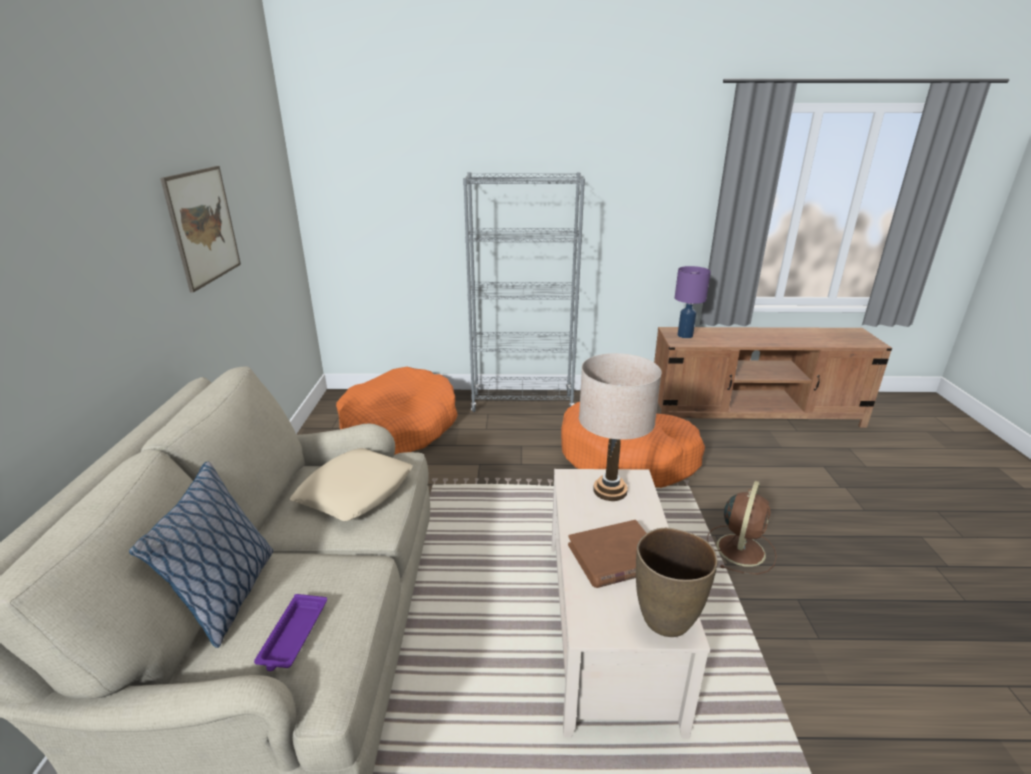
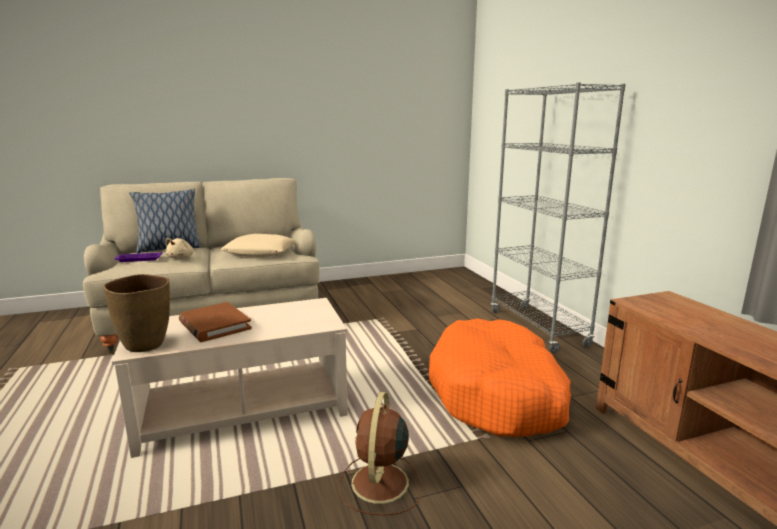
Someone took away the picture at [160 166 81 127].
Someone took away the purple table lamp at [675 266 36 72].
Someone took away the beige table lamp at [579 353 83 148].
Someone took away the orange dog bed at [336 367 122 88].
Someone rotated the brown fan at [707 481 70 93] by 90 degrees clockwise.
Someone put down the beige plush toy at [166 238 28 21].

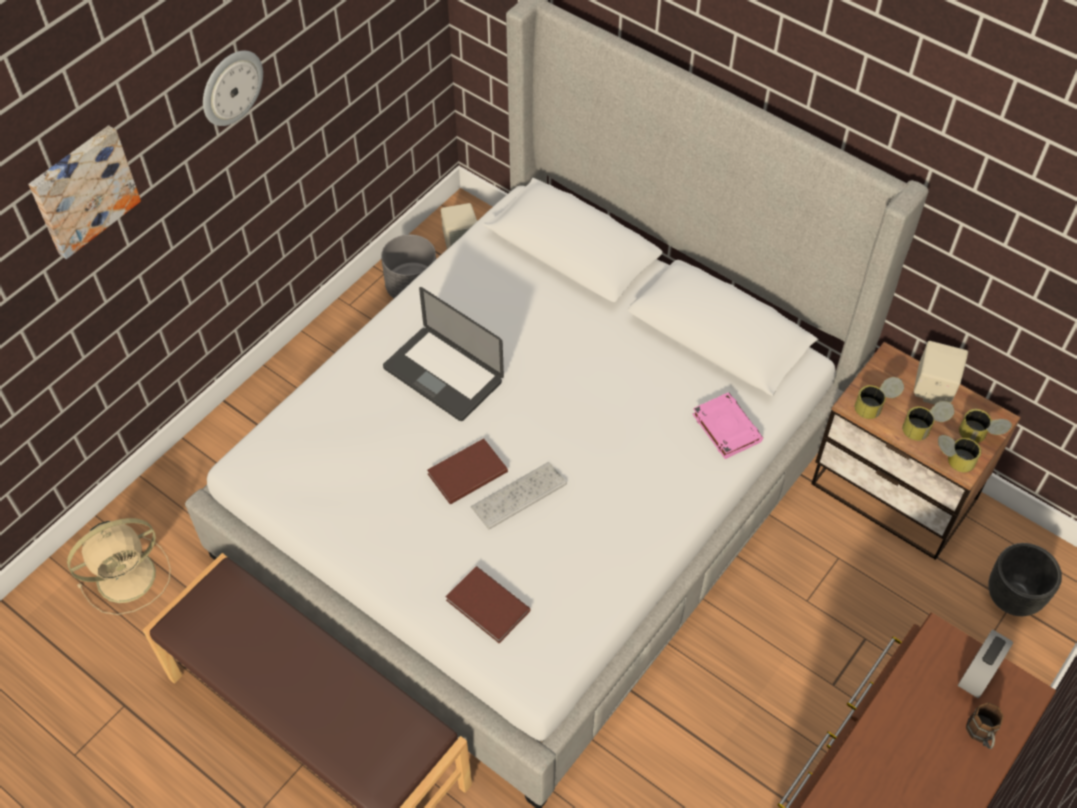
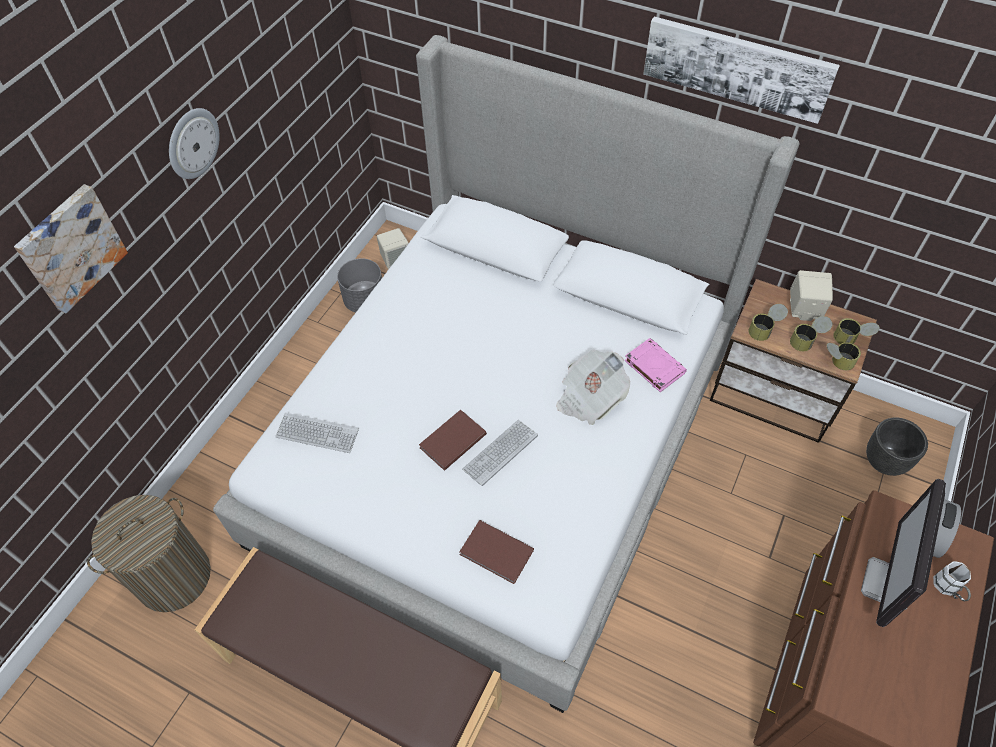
Someone took away the laptop at [383 287 121 134].
Someone swapped the beige fan at [67 518 104 97] for the laundry basket at [87 495 124 117].
Someone repainted the brown mug at [966 703 38 46], which became the white mug at [933 561 38 40].
Someone put up the picture at [643 16 197 108].
Someone put down the newspaper at [556 349 74 76].
Someone put down the keyboard at [275 413 84 40].
Someone put down the monitor at [861 479 85 148].

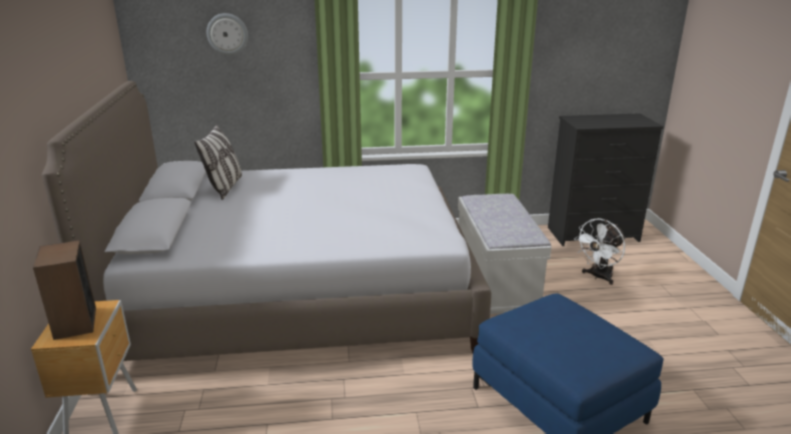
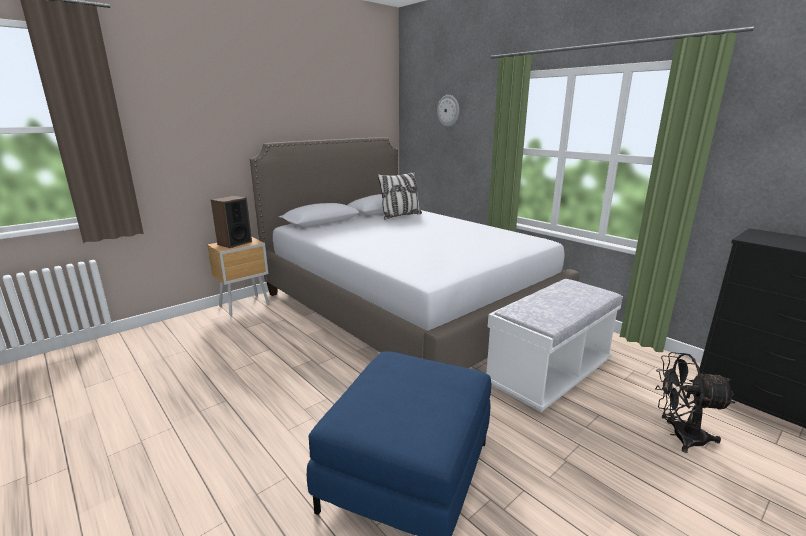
Someone repainted the white fan at [574 218 51 67], which became the black fan at [655 352 80 101].

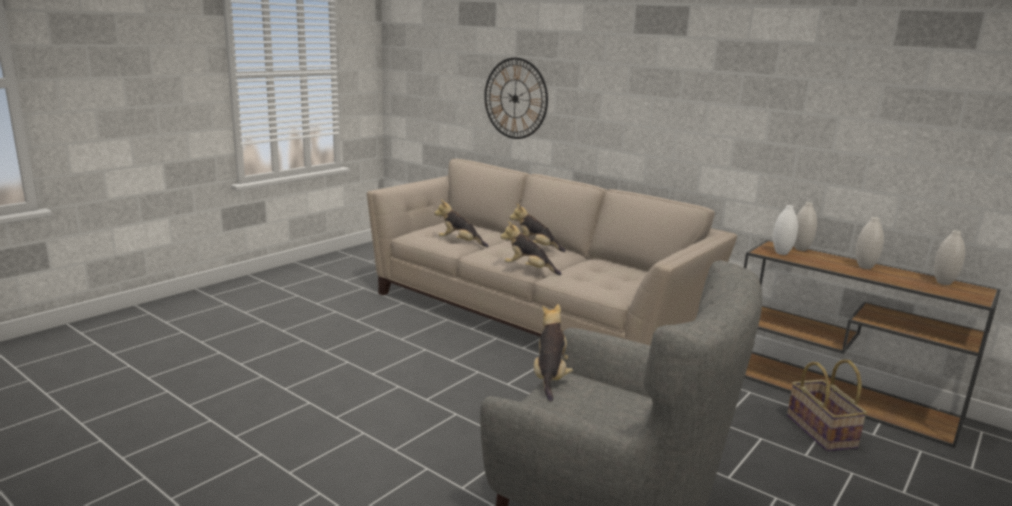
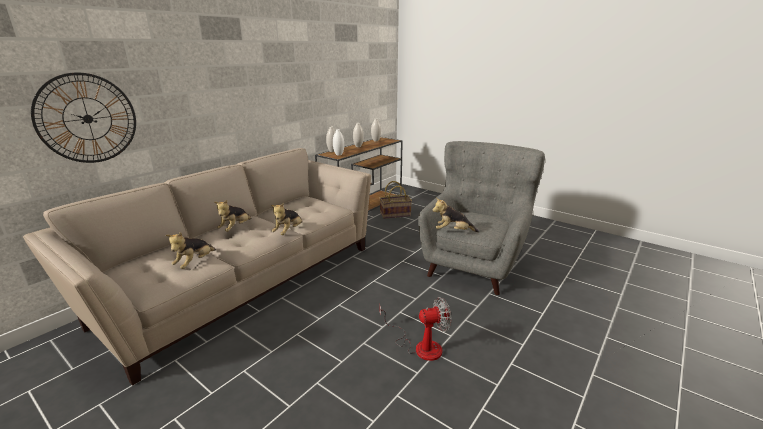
Someone put down the fan at [379 297 72 64].

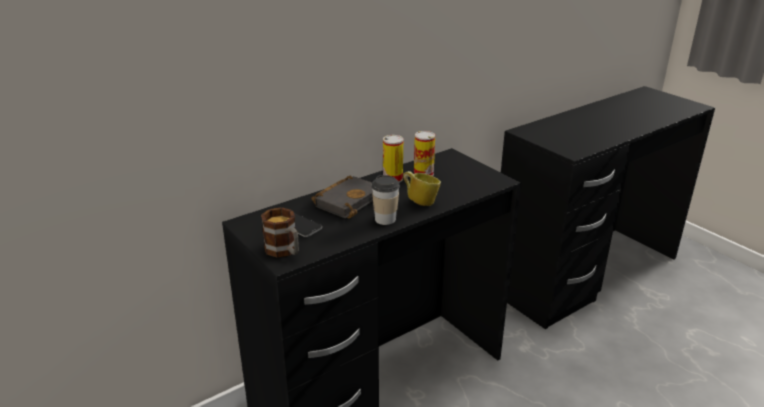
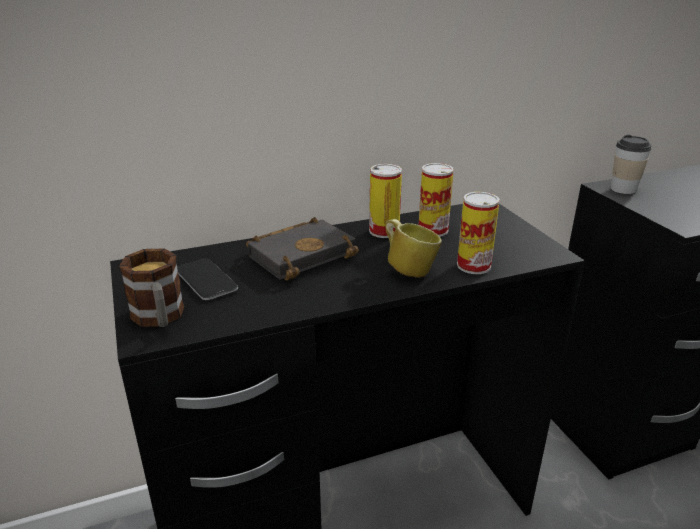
Someone carried the cup from [371 175 29 50] to [611 135 41 59].
Someone put down the can at [457 192 43 82].

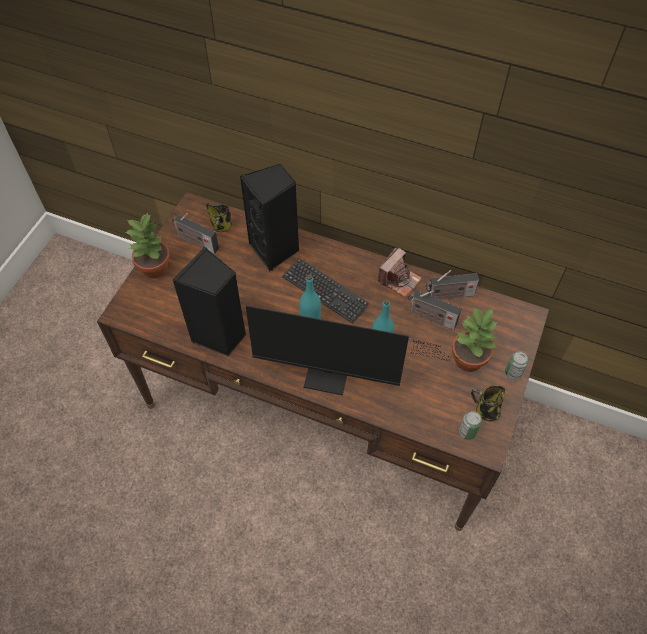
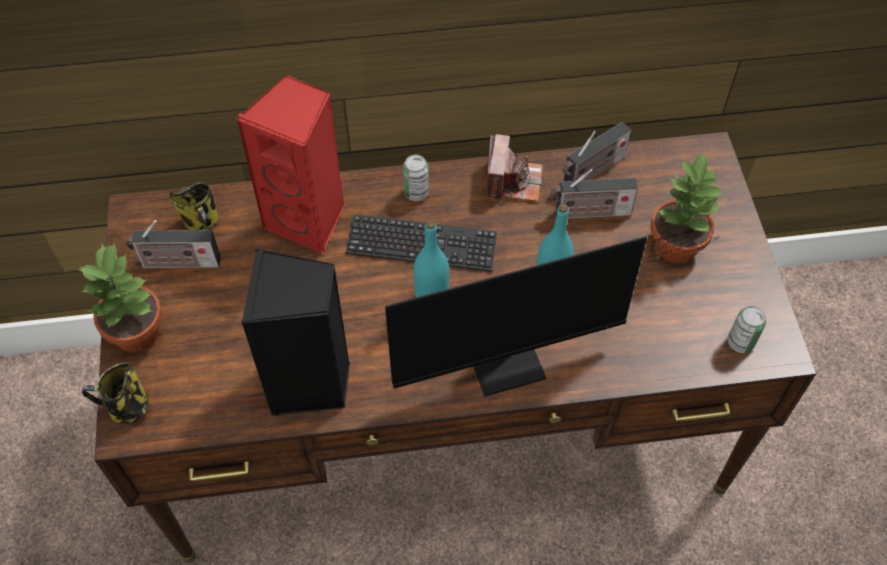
Someone repainted the black speaker at [240 164 60 107], which became the red speaker at [236 75 109 179].
Someone carried the can from [505 351 23 29] to [403 155 26 46].
Someone carried the mug from [471 385 34 37] to [82 362 67 62].

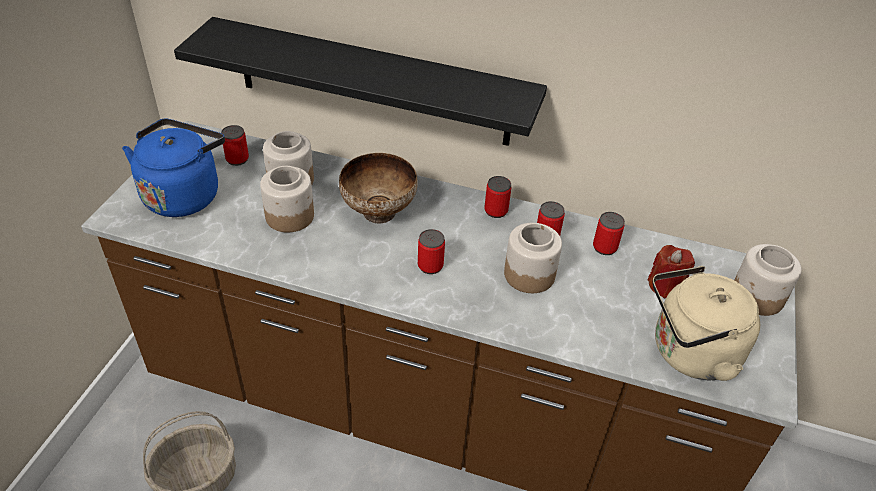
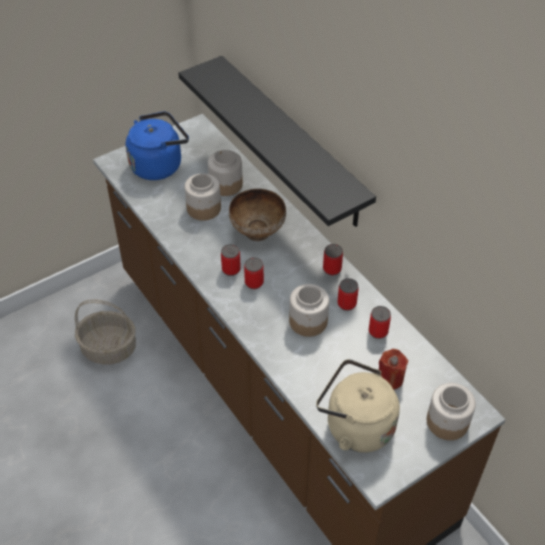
Someone carried the can from [221 125 28 41] to [221 244 20 32].

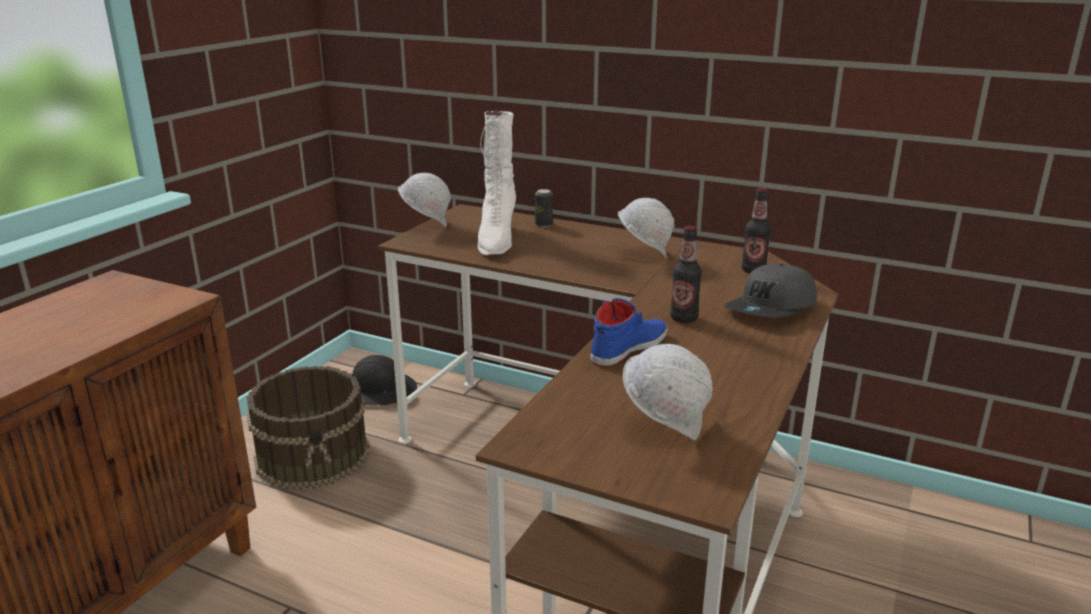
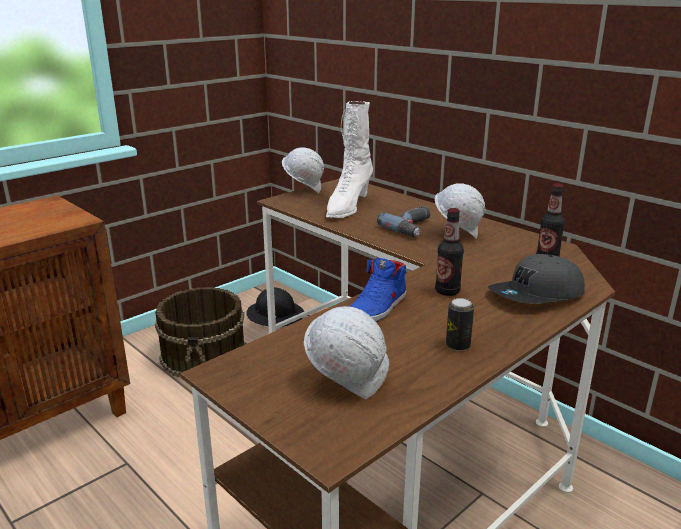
Someone carried the can from [535 189 18 38] to [446 298 28 53].
Someone rotated the blue shoe at [590 298 78 68] by 150 degrees clockwise.
Someone put down the power drill at [377 206 53 31].

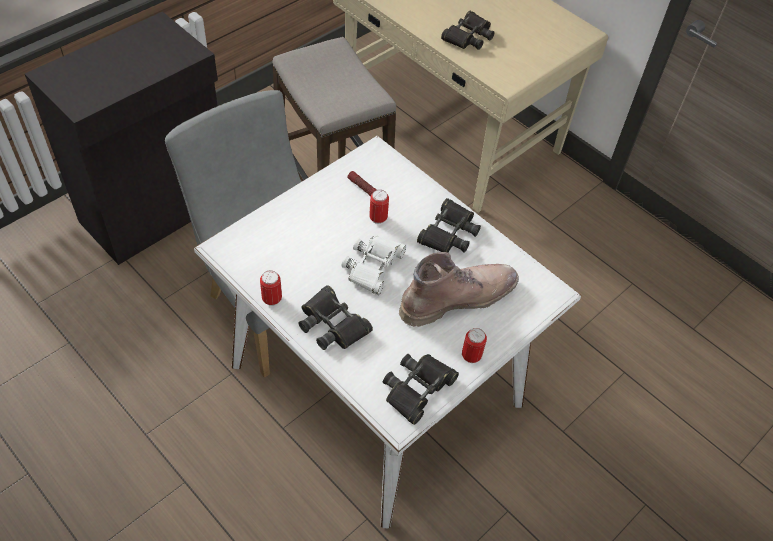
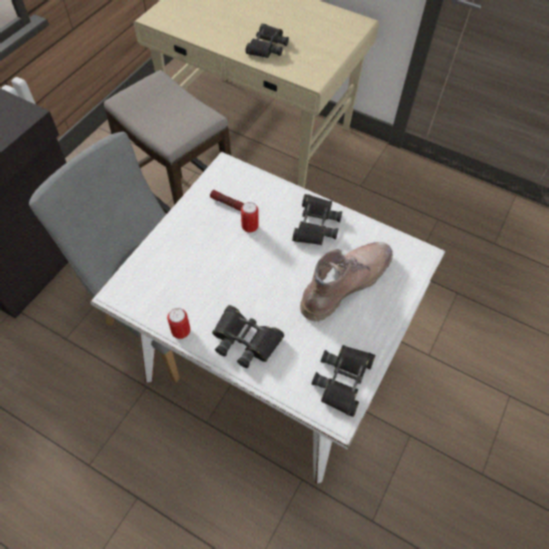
Someone took away the white binoculars at [341 235 65 60].
Someone took away the can at [462 328 25 35].

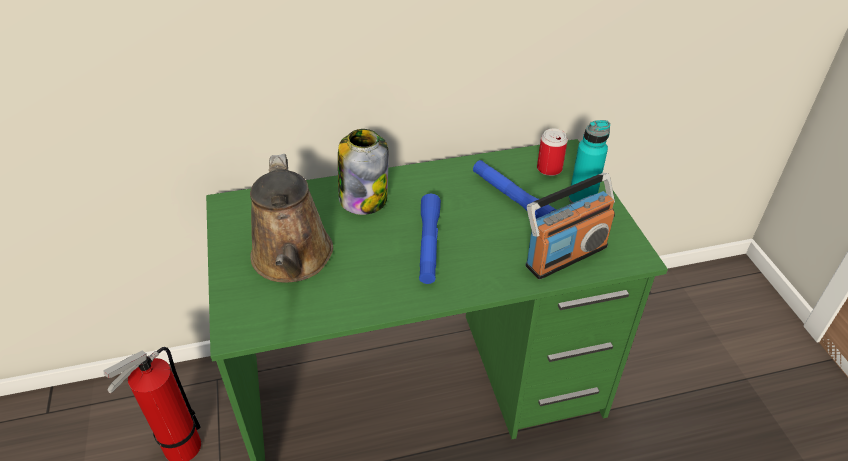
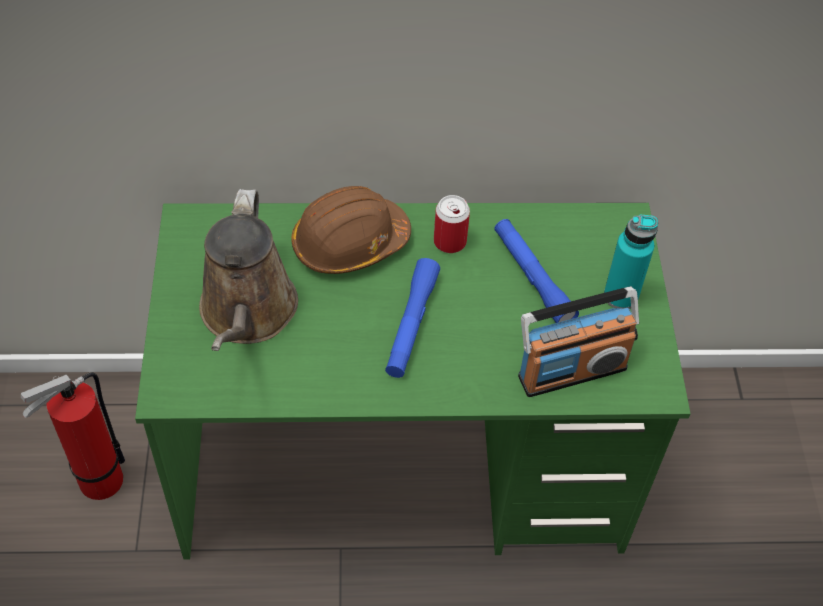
Someone carried the can from [537 128 31 48] to [434 195 36 58].
Someone swapped the jar at [338 129 50 86] for the brown hard hat at [292 186 119 88].

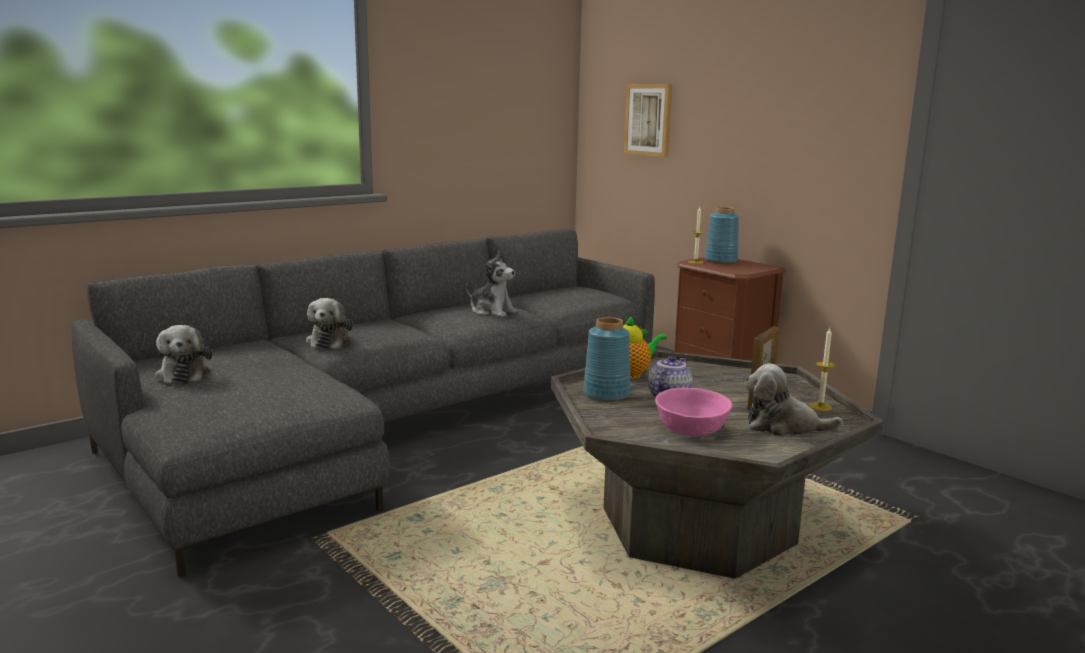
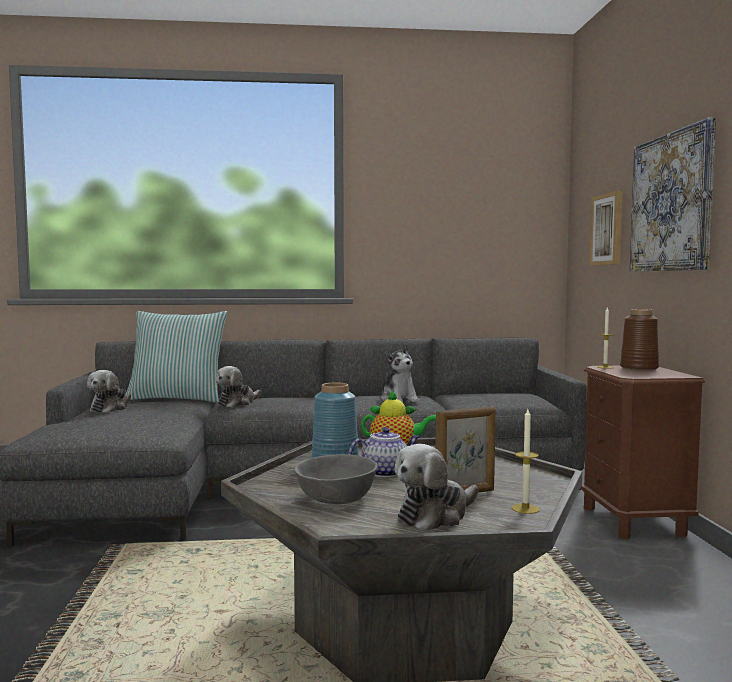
Someone repainted the blue vase at [705 207 34 57], which became the brown vase at [620 309 39 62].
Someone rotated the plush toy at [745 363 98 73] by 90 degrees counterclockwise.
Someone repainted the pink bowl at [655 388 77 48], which became the grey bowl at [295 454 83 50].
Someone put up the picture at [630 118 86 154].
Someone put down the pillow at [126 311 102 92].

